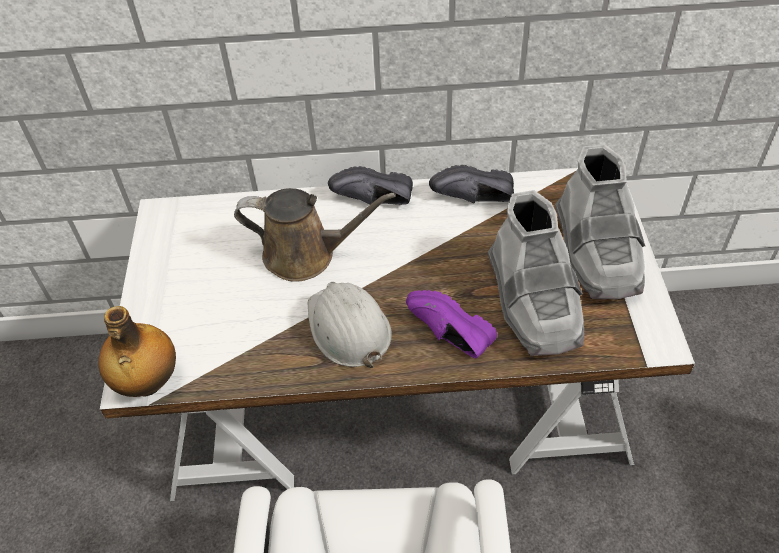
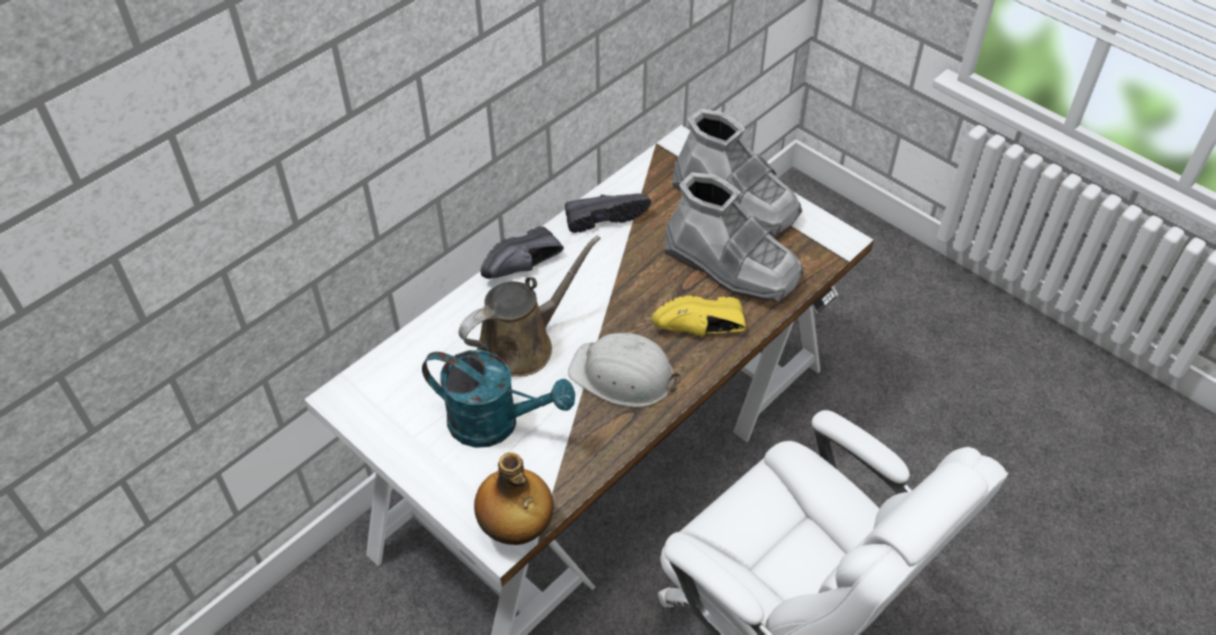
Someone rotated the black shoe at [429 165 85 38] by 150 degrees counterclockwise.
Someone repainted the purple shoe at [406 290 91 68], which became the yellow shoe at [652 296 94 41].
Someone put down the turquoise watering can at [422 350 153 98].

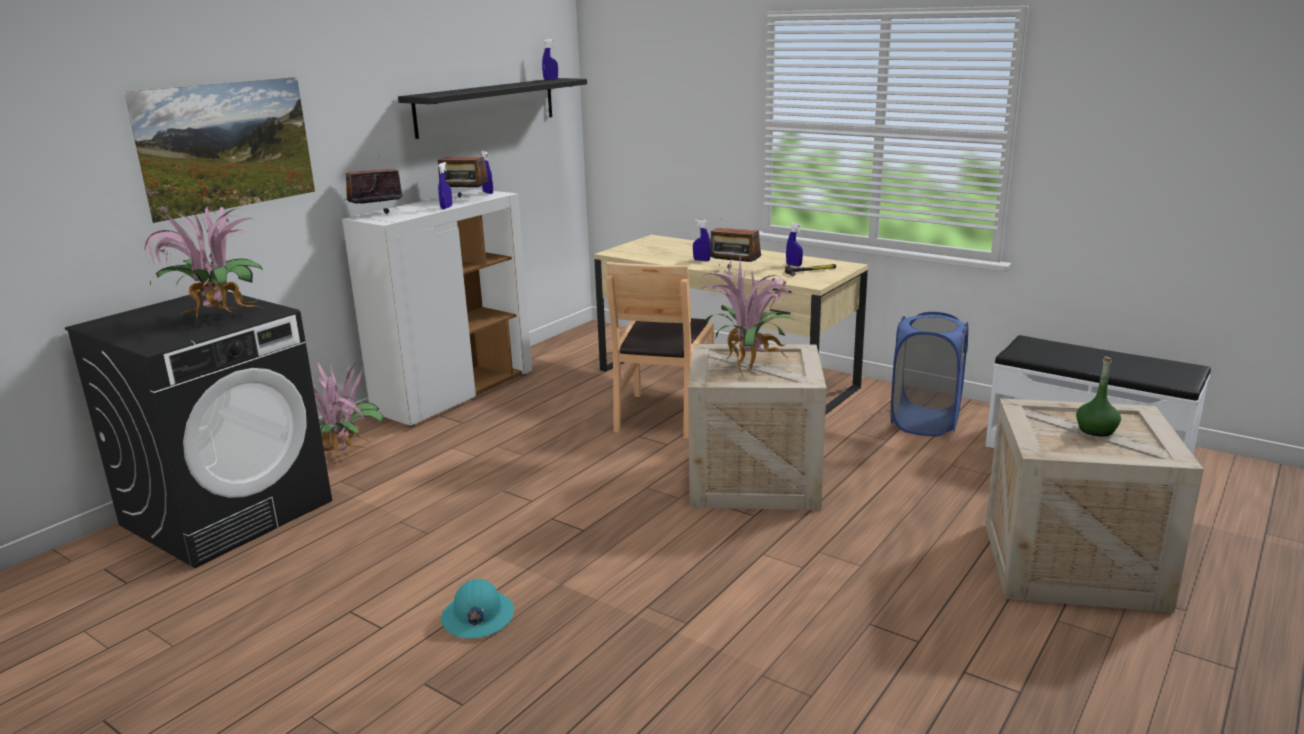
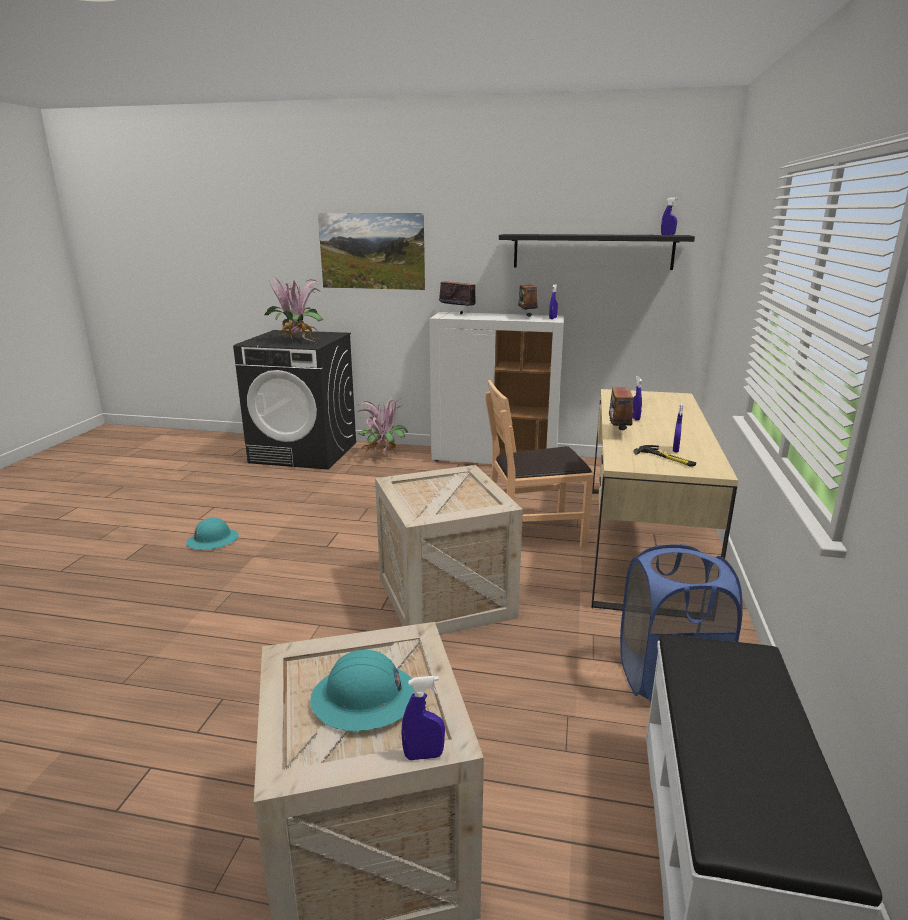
Someone carried the blue spray bottle from [438 162 14 47] to [401 676 44 84].
Someone took away the potted plant at [703 255 91 123].
Someone swapped the green bottle at [1076 356 45 80] for the turquoise hard hat at [310 650 105 81].

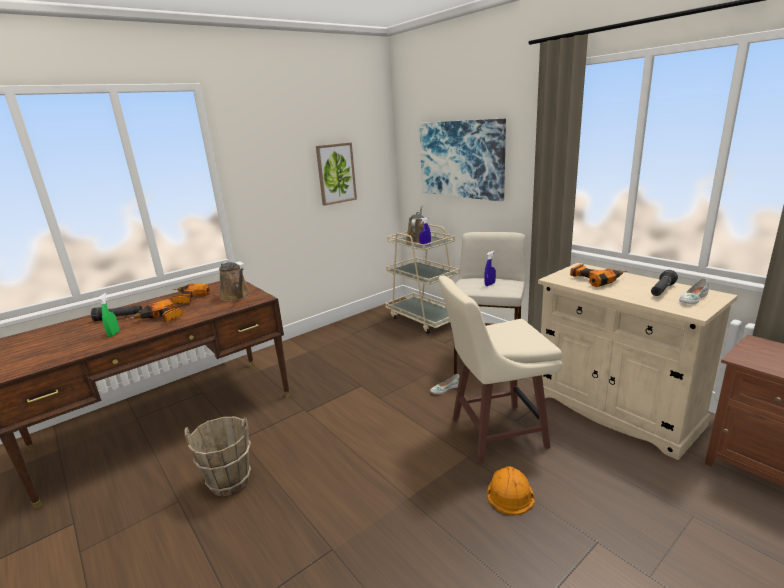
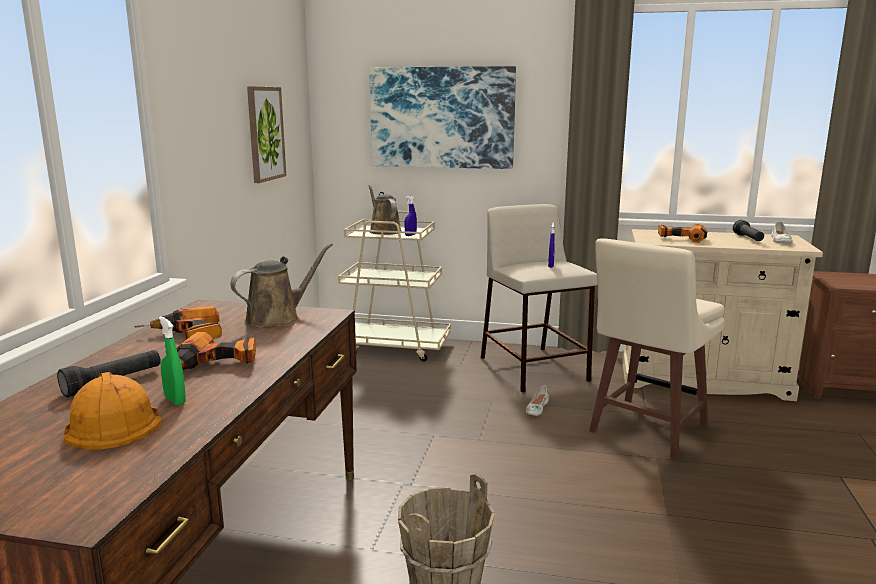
Someone rotated the brown watering can at [219 262 32 39] by 60 degrees counterclockwise.
Someone carried the orange hard hat from [487 466 48 49] to [64 372 98 77].

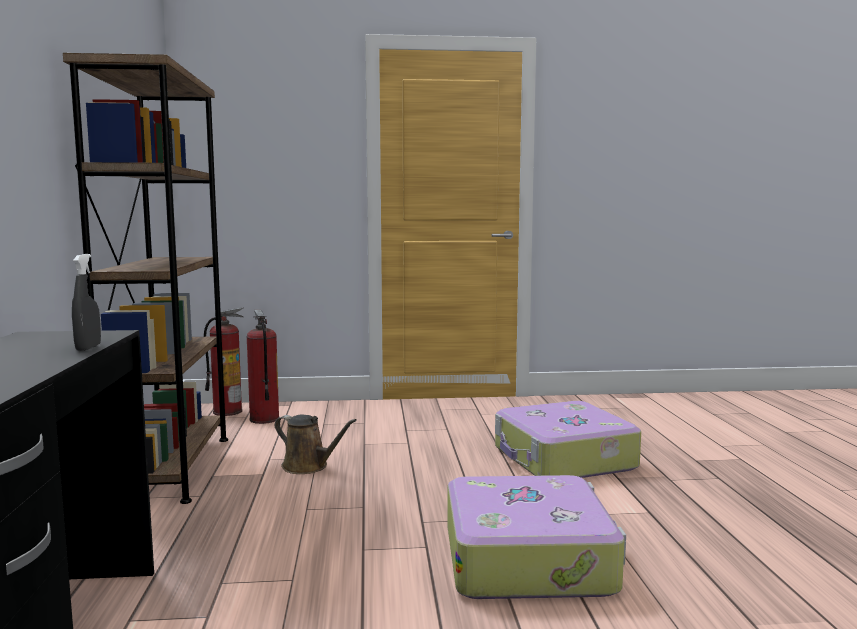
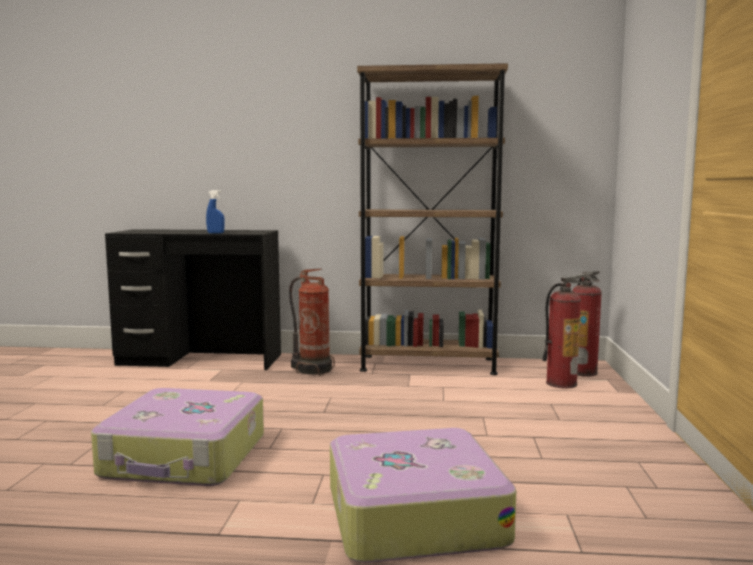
Someone repainted the grey spray bottle at [72 254 29 97], which became the blue spray bottle at [206 190 18 43].
Someone took away the brown watering can at [275 414 82 60].
Someone put down the fire extinguisher at [289 269 46 107].

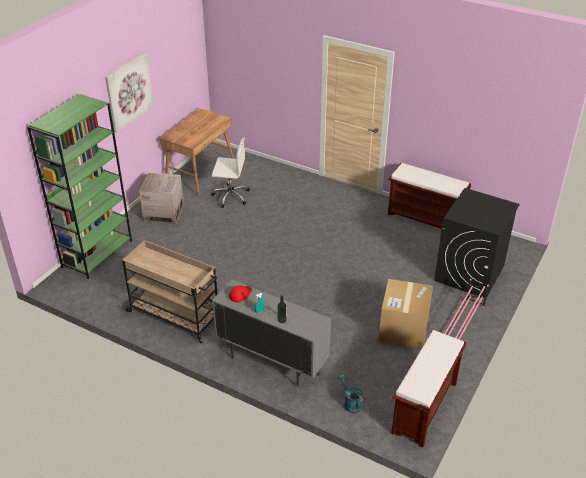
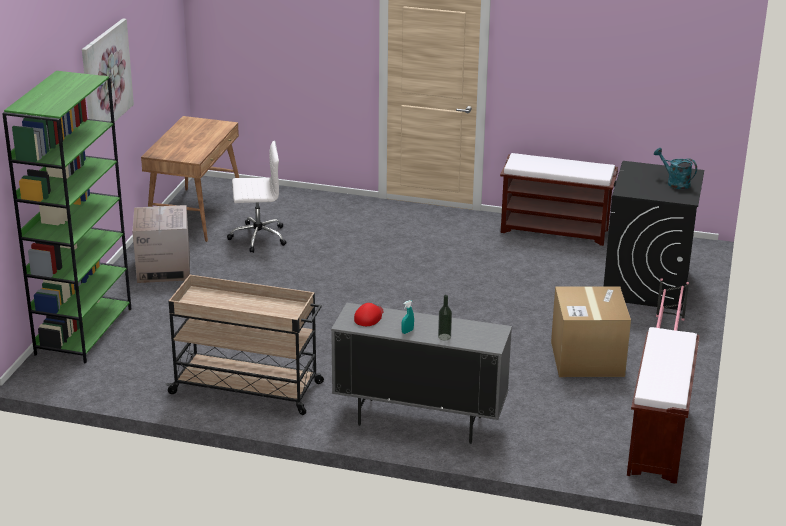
Someone carried the turquoise watering can from [338 374 25 39] to [654 148 43 41].

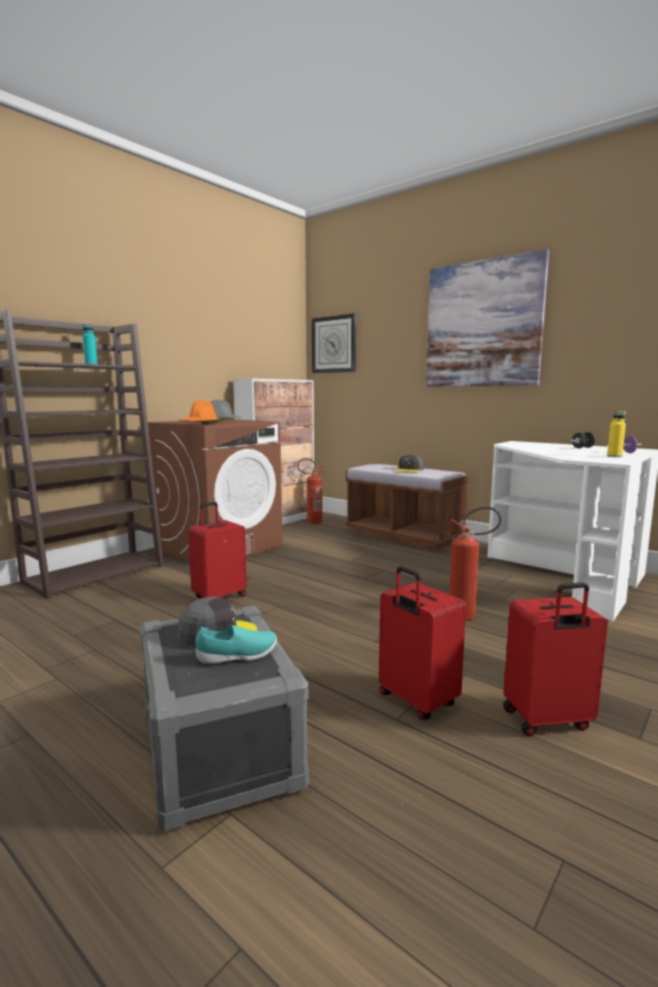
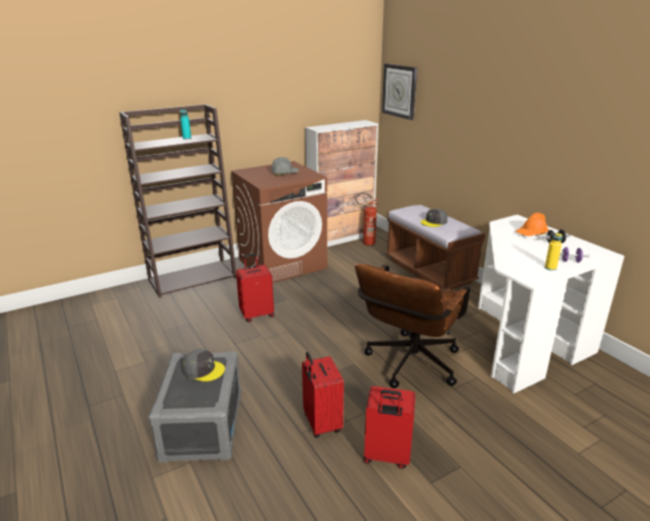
Someone took away the picture at [426 249 123 138].
Someone carried the orange hard hat from [180 400 39 24] to [516 213 33 23].
Someone swapped the fire extinguisher at [447 506 55 115] for the brown office chair at [355 264 115 124].
Someone took away the turquoise shoe at [195 625 82 39].

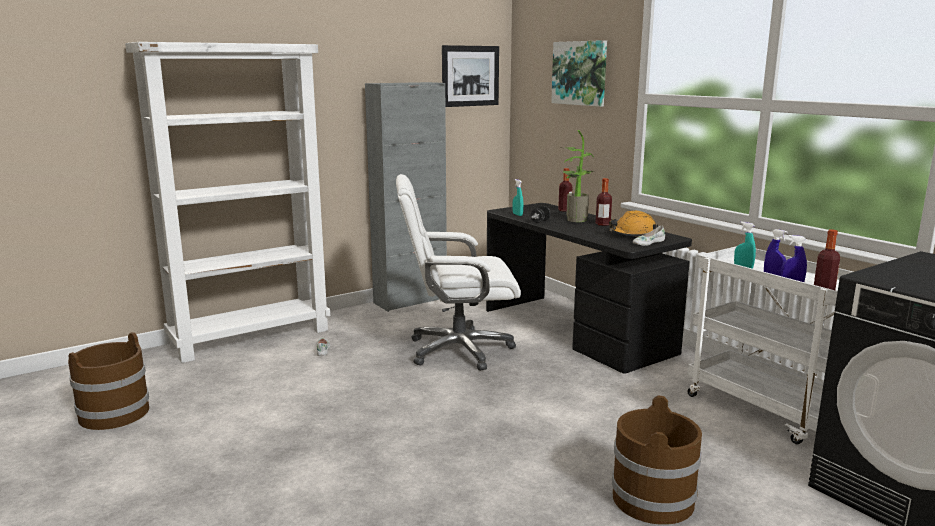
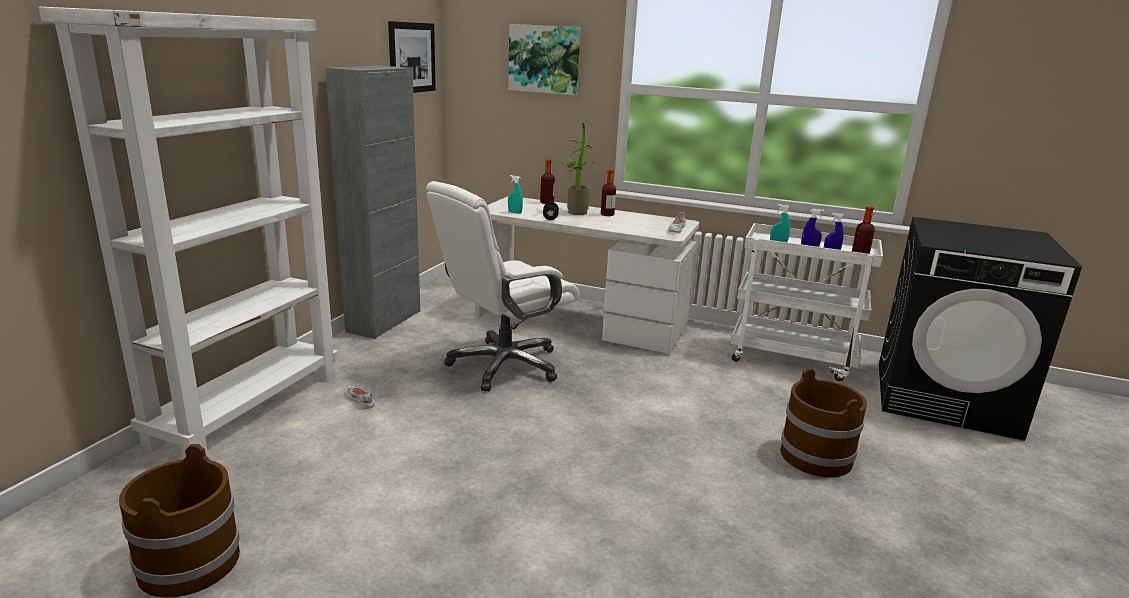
Someone repainted the black desk at [486 203 206 171], which became the white desk at [475 197 224 157].
Someone took away the orange hard hat at [609 211 49 25].

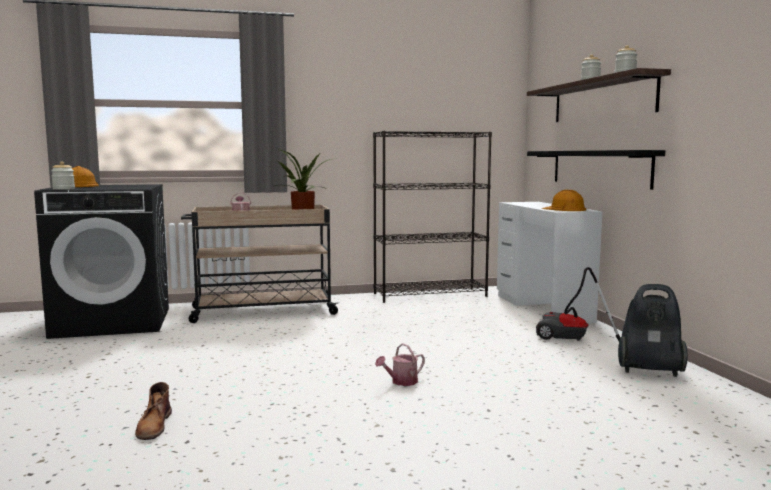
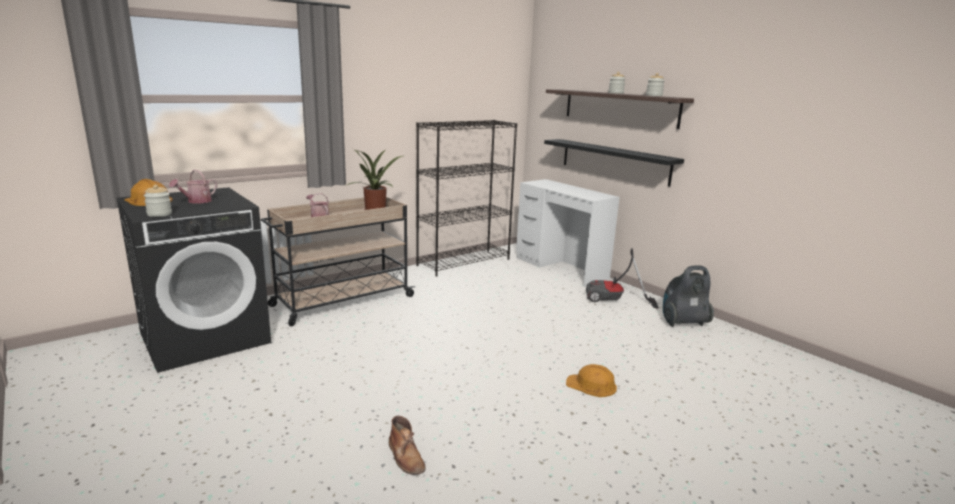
Someone carried the orange hard hat from [542 190 44 21] to [566 364 51 33].
Someone carried the watering can from [375 343 50 43] to [169 170 48 34].

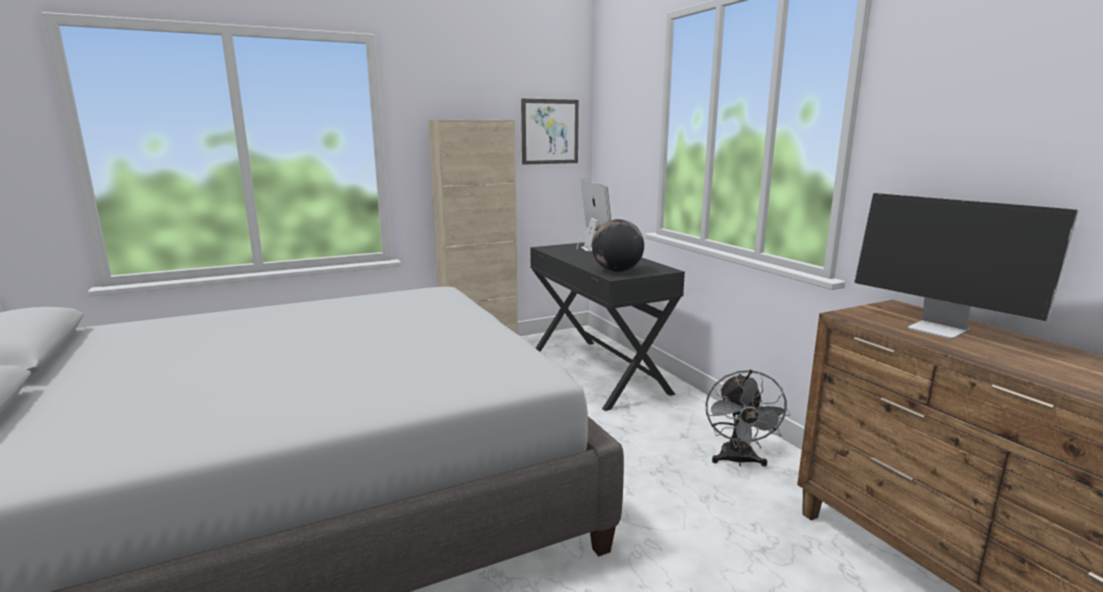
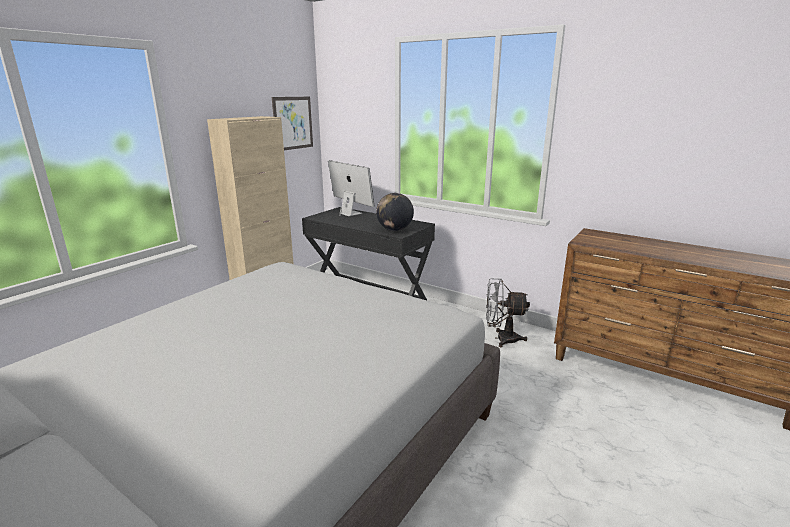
Someone took away the monitor at [854 193 225 146].
Someone rotated the grey fan at [705 370 86 97] by 120 degrees clockwise.

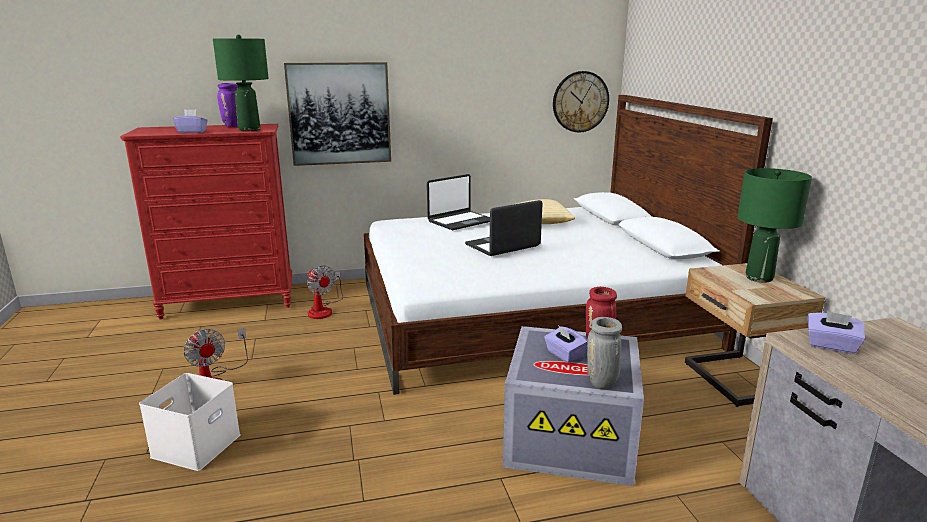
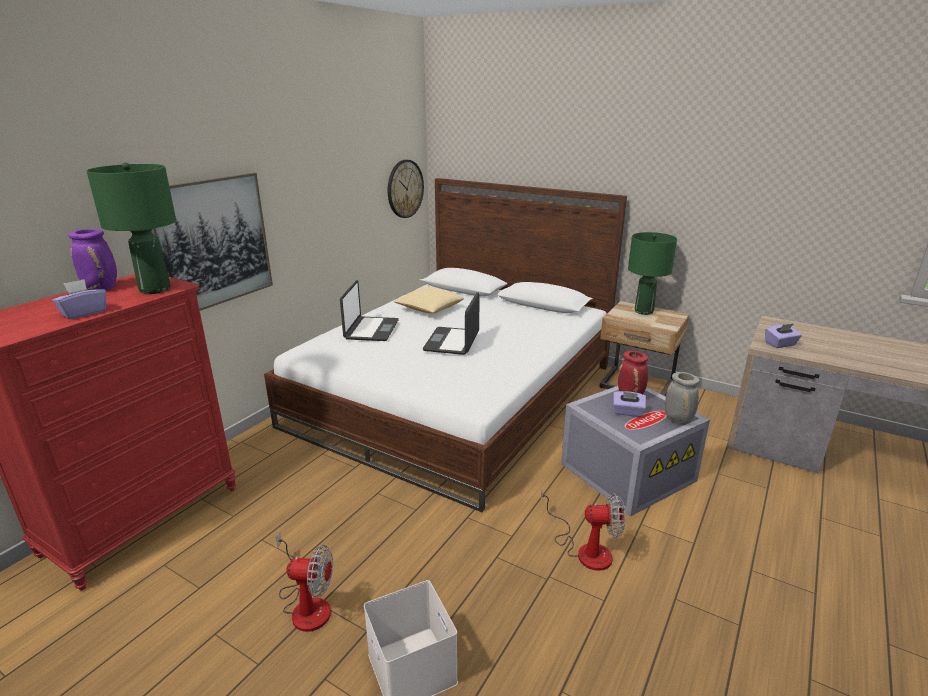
Someone carried the fan from [307 265 36 54] to [541 488 84 83].

